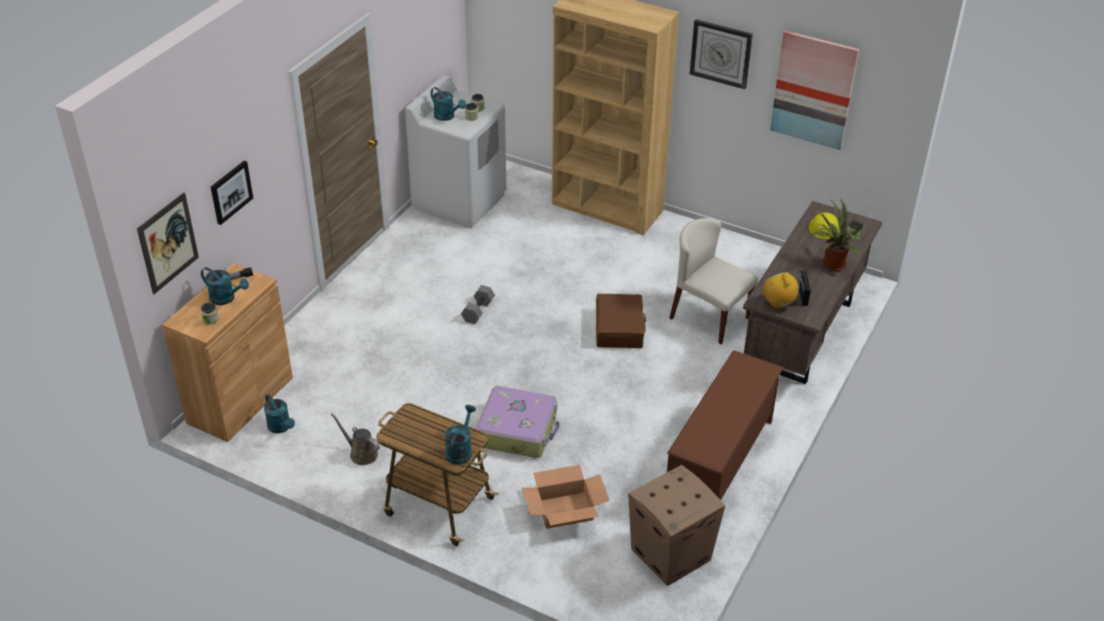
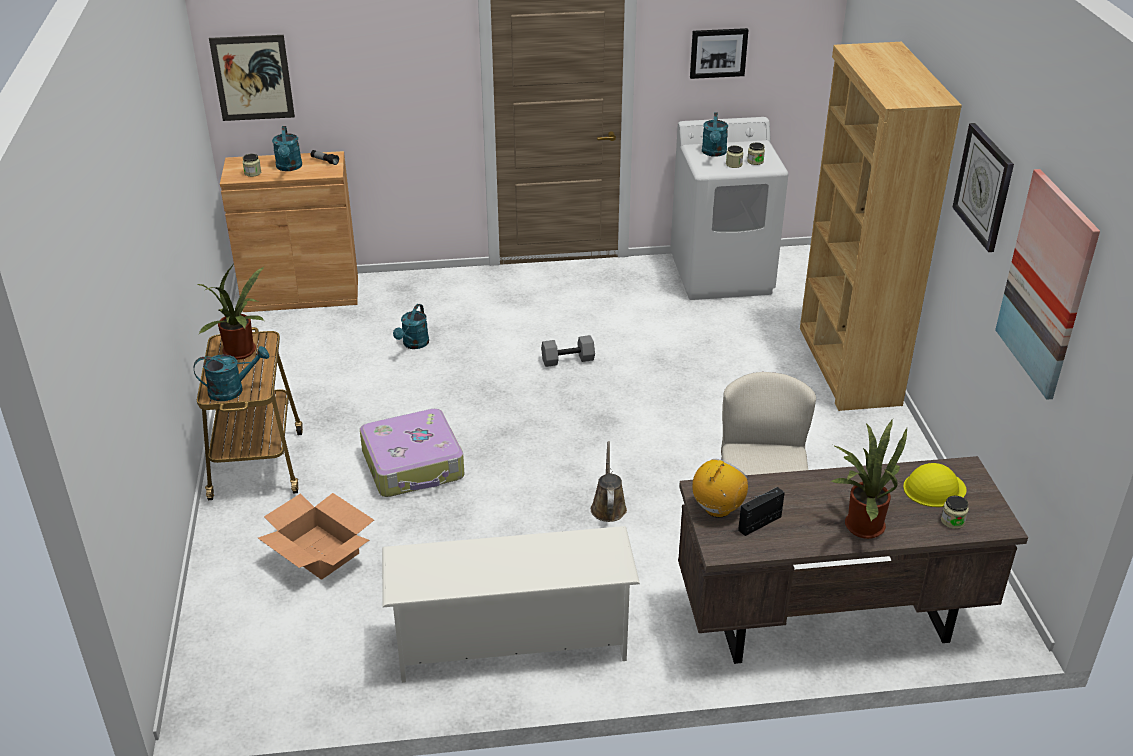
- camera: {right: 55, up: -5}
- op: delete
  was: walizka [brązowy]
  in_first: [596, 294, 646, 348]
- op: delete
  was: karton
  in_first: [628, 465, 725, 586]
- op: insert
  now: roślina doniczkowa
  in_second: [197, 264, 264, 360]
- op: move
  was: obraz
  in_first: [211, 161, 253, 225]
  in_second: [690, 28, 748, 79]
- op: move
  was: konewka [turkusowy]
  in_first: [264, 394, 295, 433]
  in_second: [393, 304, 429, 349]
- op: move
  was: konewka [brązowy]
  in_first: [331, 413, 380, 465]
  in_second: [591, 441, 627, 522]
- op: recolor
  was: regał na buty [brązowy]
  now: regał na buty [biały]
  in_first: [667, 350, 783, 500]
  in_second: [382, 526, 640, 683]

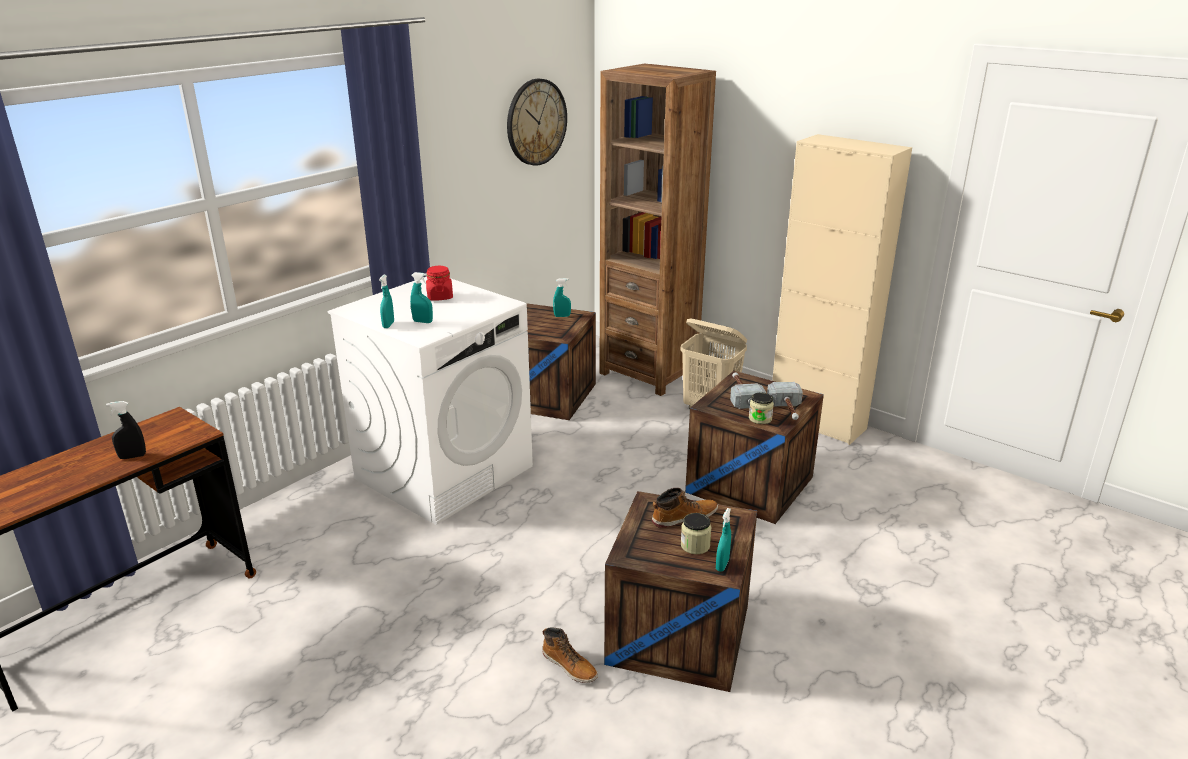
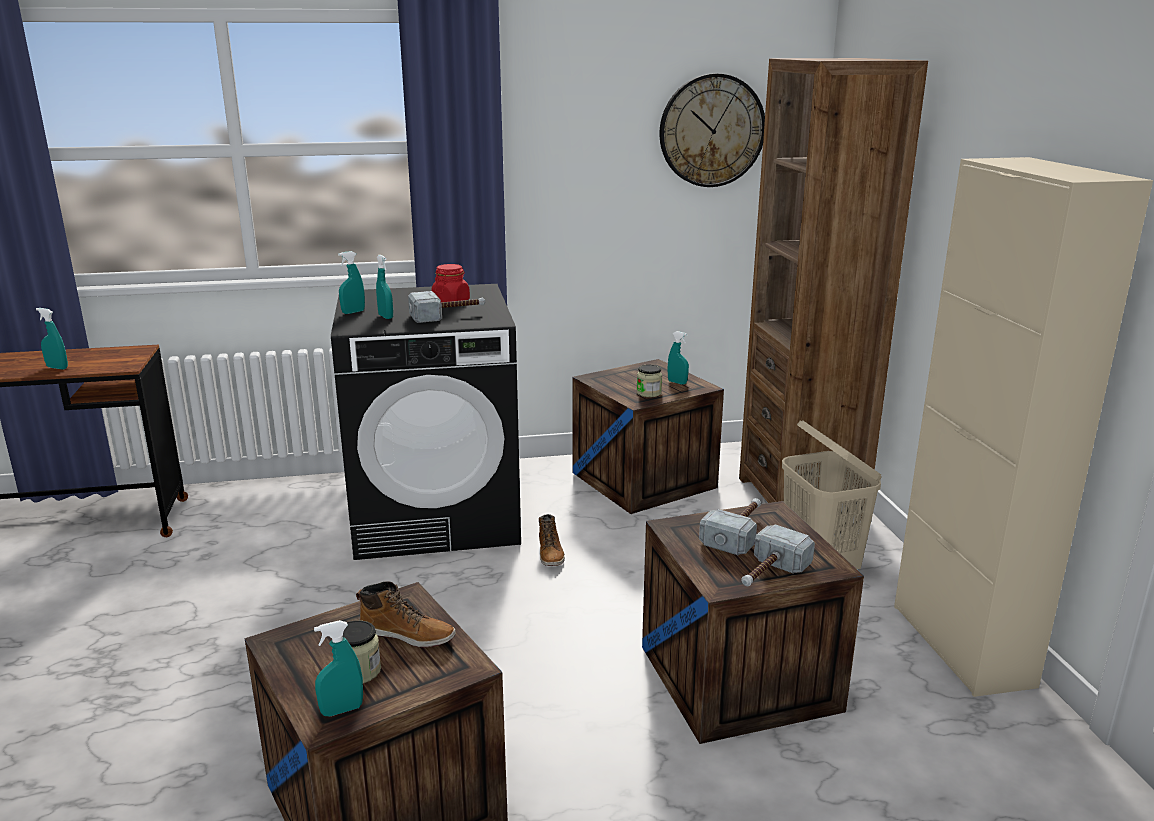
- camera: {right: 40, up: -5}
- op: insert
  now: młotek
  in_second: [408, 291, 485, 323]
- op: move
  was: but z cholewką
  in_first: [542, 627, 598, 683]
  in_second: [539, 514, 565, 566]
- op: move
  was: słoik
  in_first: [749, 393, 774, 424]
  in_second: [636, 365, 662, 397]
- op: recolor
  was: spryskiwacz [czarny]
  now: spryskiwacz [turkusowy]
  in_first: [106, 401, 146, 459]
  in_second: [36, 308, 68, 370]
- op: recolor
  was: pralka [biały]
  now: pralka [czarny]
  in_first: [327, 276, 533, 525]
  in_second: [331, 284, 521, 560]

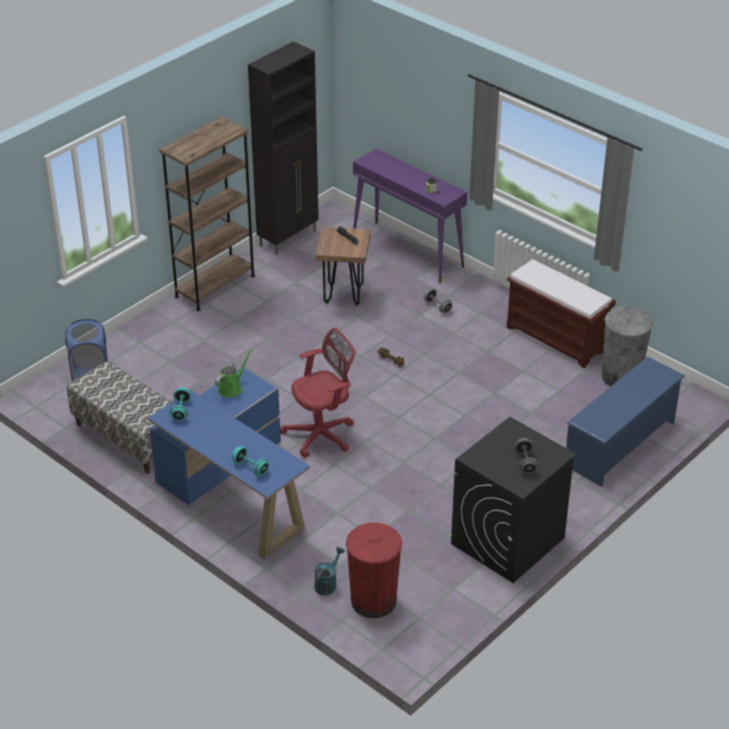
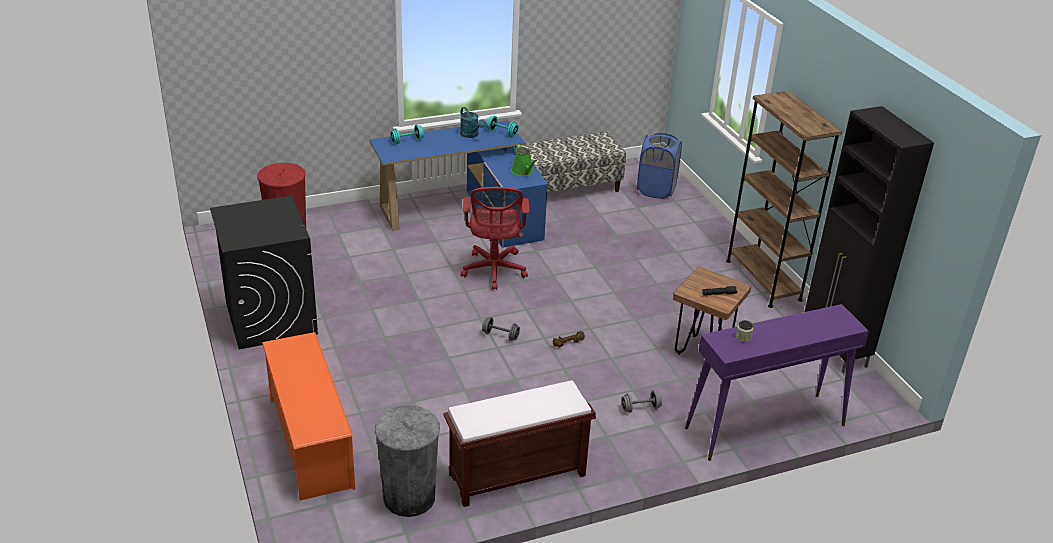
- camera: {right: 115, up: -5}
- op: move
  was: konewka [turkusowy]
  in_first: [314, 547, 345, 595]
  in_second: [460, 107, 486, 138]
- op: move
  was: hantel [szary]
  in_first: [514, 438, 538, 474]
  in_second: [482, 317, 520, 341]
- op: recolor
  was: regał na buty [niebieski]
  now: regał na buty [pomarańczowy]
  in_first: [566, 356, 685, 487]
  in_second: [262, 332, 356, 501]

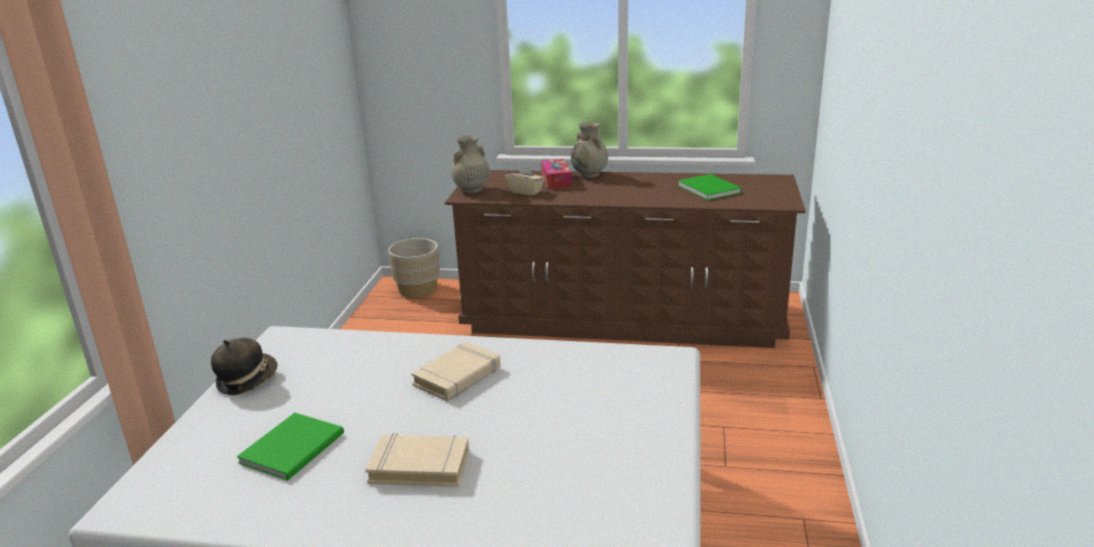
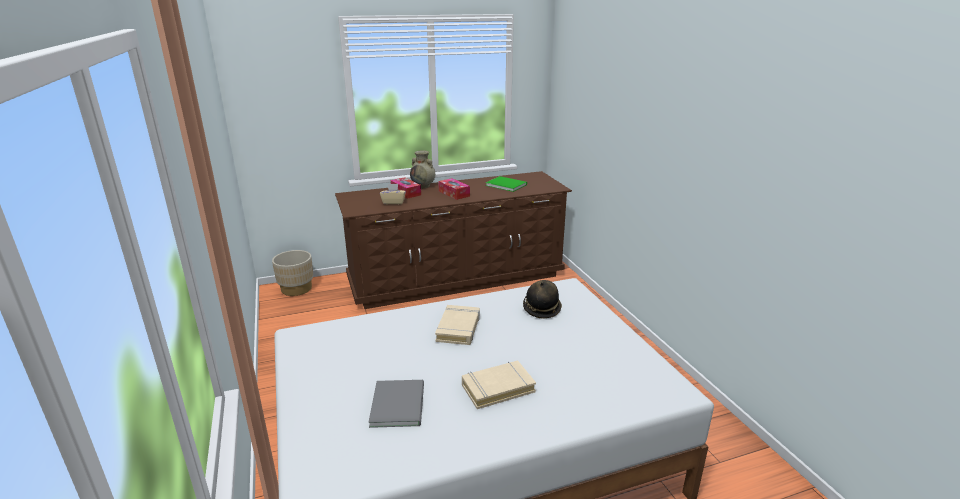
- camera: {right: -30, up: 0}
- op: delete
  was: wazon [beżowy]
  in_first: [451, 136, 490, 193]
- op: insert
  now: pudełko chusteczek
  in_second: [438, 178, 470, 200]
- op: move
  was: kapelusz
  in_first: [211, 338, 277, 395]
  in_second: [523, 280, 562, 318]
- op: recolor
  was: książka [zielony]
  now: książka [szary]
  in_first: [237, 413, 344, 481]
  in_second: [368, 380, 424, 428]

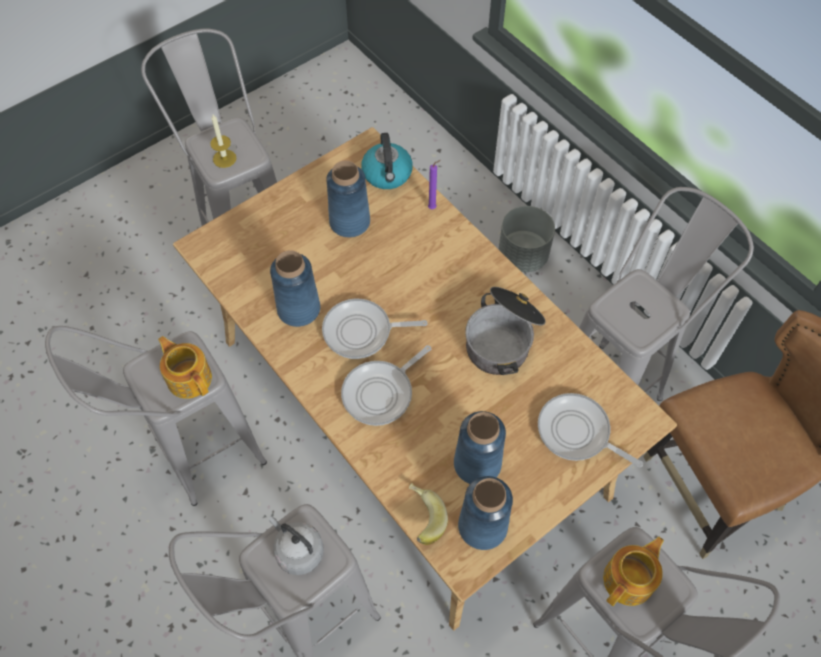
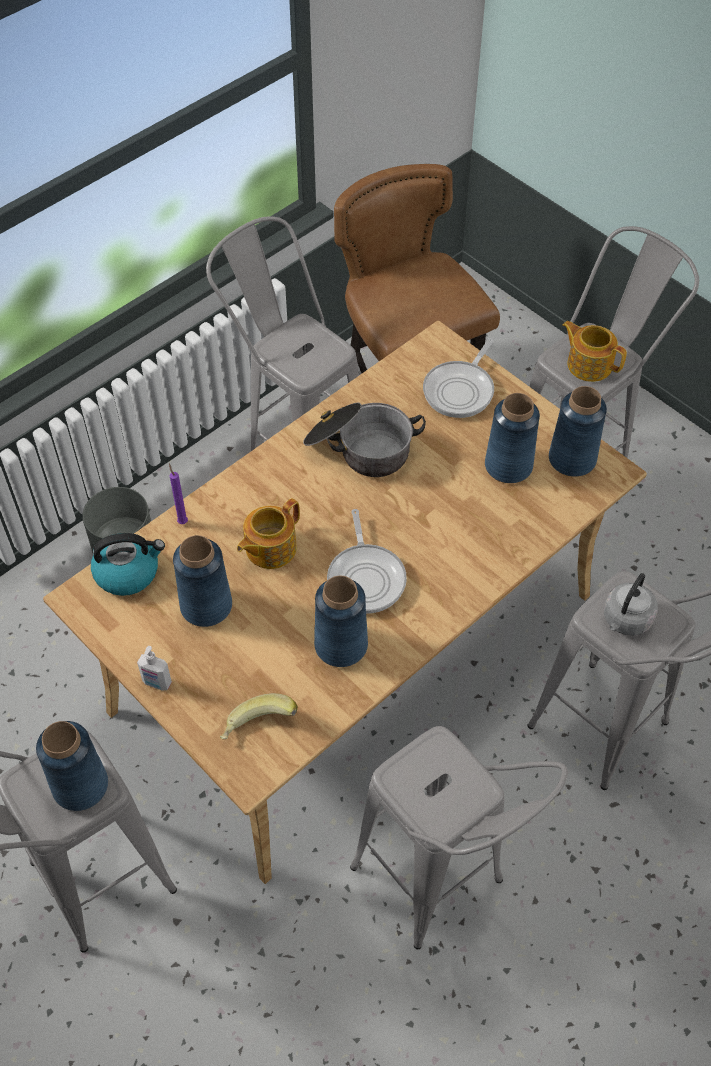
- camera: {right: -95, up: -5}
- op: delete
  was: patelnia
  in_first: [341, 345, 431, 426]
- op: insert
  now: dozownik mydła
  in_second: [137, 646, 172, 691]
- op: move
  was: imbryk
  in_first: [158, 336, 212, 399]
  in_second: [237, 498, 300, 569]
- op: move
  was: banan
  in_first: [409, 483, 448, 545]
  in_second: [220, 693, 298, 739]
- op: replace
  was: świeca
  now: wazon [niebieski]
  in_first: [210, 115, 236, 168]
  in_second: [36, 721, 108, 811]

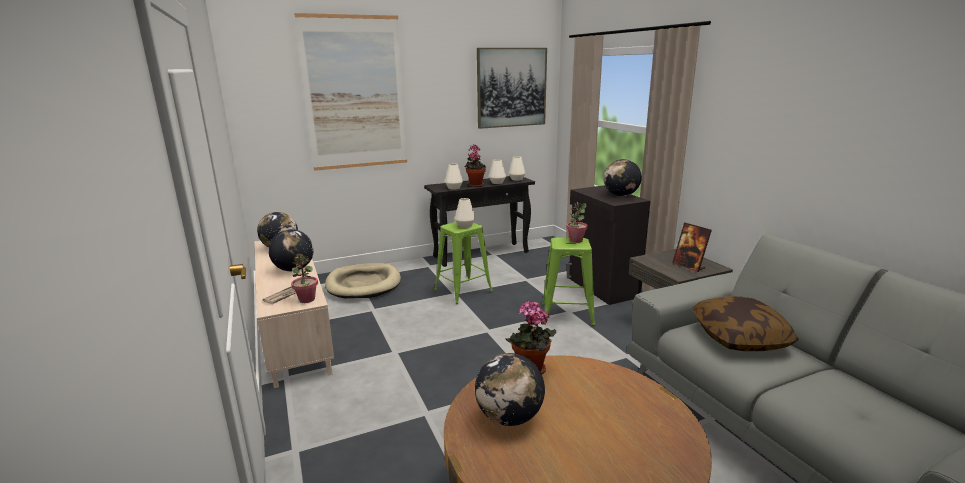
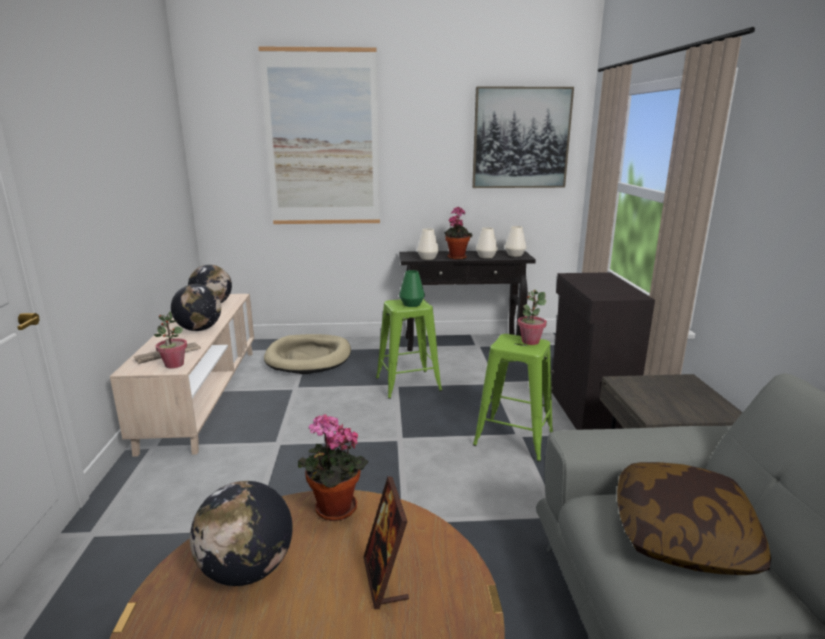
- camera: {right: 20, up: 0}
- op: delete
  was: globus
  in_first: [604, 159, 642, 196]
- op: move
  was: ramka na zdjęcie
  in_first: [672, 222, 712, 272]
  in_second: [364, 476, 409, 609]
- op: recolor
  was: wazon [biały]
  now: wazon [zielony]
  in_first: [455, 198, 475, 228]
  in_second: [399, 270, 425, 307]

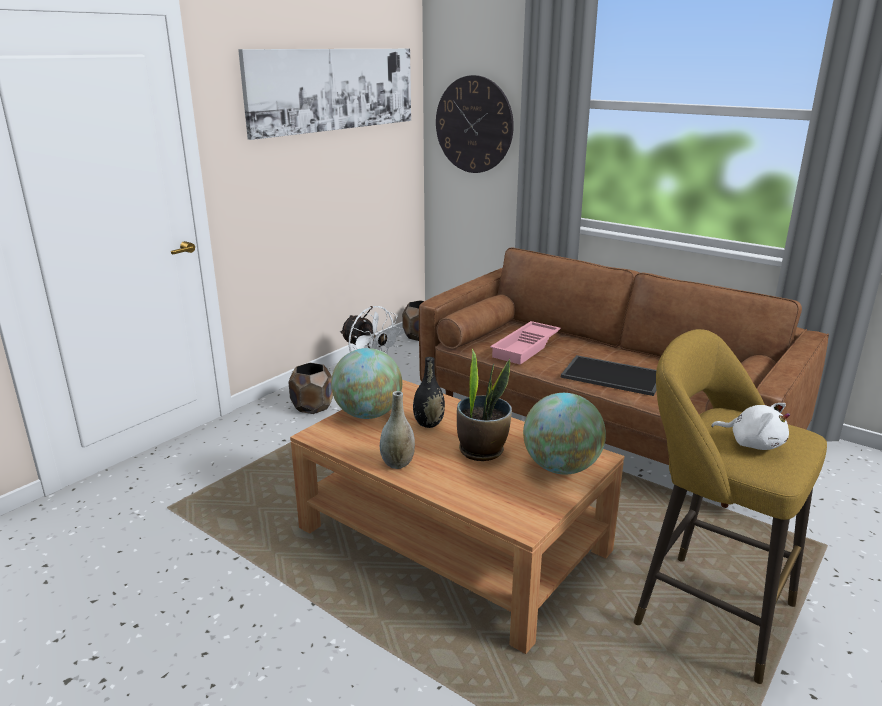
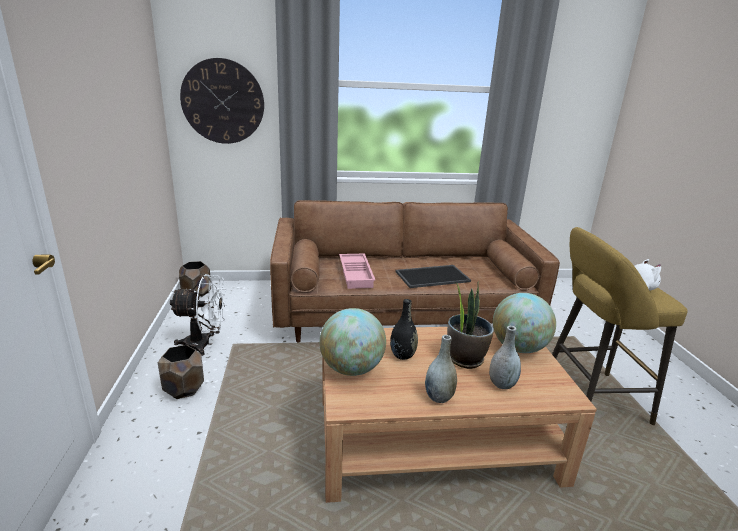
- camera: {right: -45, up: 0}
- op: delete
  was: obraz
  in_first: [238, 49, 411, 140]
- op: insert
  now: wazon [szary]
  in_second: [489, 326, 521, 389]

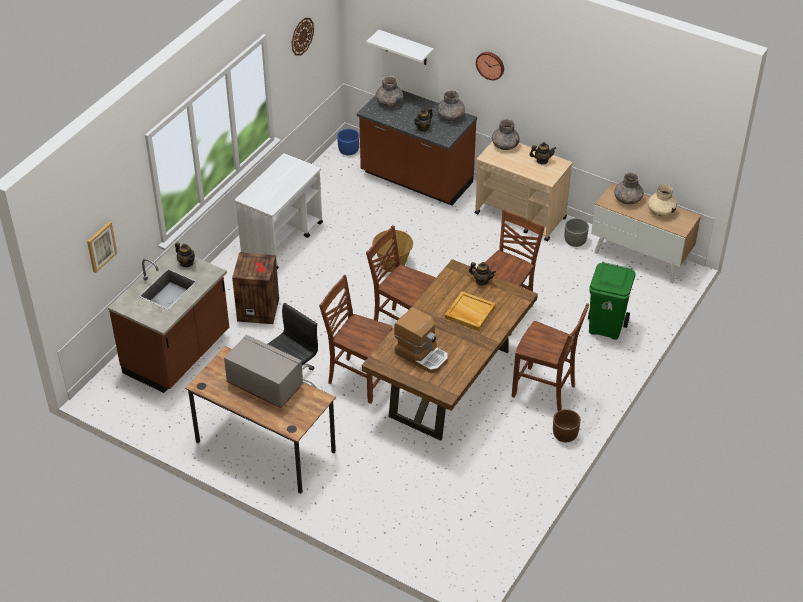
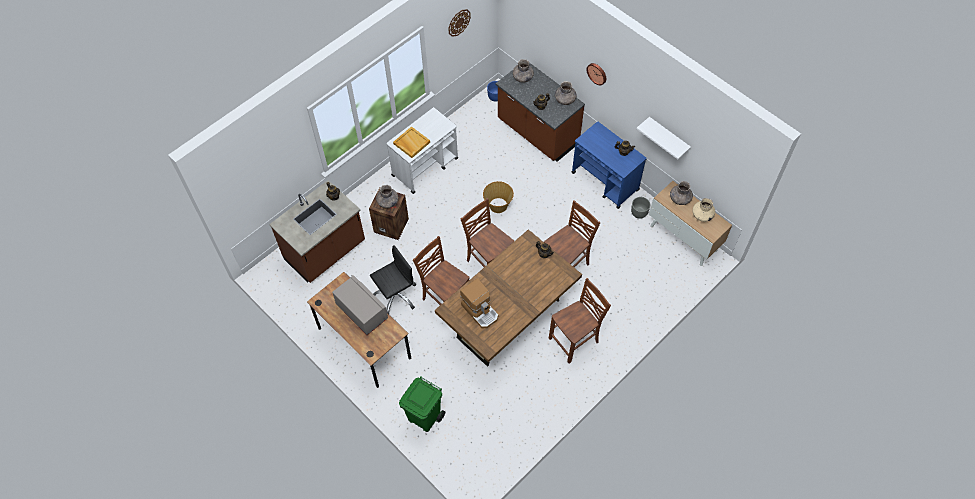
- camera: {right: 15, up: 15}
- op: delete
  was: obraz
  in_first: [87, 222, 117, 273]
- op: delete
  was: donica [brązowy]
  in_first: [553, 409, 581, 442]
- op: move
  was: półka [biały]
  in_first: [366, 30, 434, 65]
  in_second: [636, 117, 691, 159]
- op: move
  was: taca [beżowy]
  in_first: [445, 291, 496, 331]
  in_second: [393, 126, 430, 158]
- op: move
  was: wazon [szary]
  in_first: [492, 119, 520, 150]
  in_second: [376, 185, 398, 208]
- op: move
  was: kosz na śmieci [zielony]
  in_first: [588, 262, 635, 340]
  in_second: [399, 376, 445, 432]
- op: recolor
  was: wózek [beżowy]
  now: wózek [niebieski]
  in_first: [475, 142, 572, 241]
  in_second: [571, 121, 647, 209]
- op: rotate
  was: krzesło [brązowy]
  in_first: [512, 303, 589, 411]
  in_second: [549, 278, 611, 364]
  clockwise: -75

